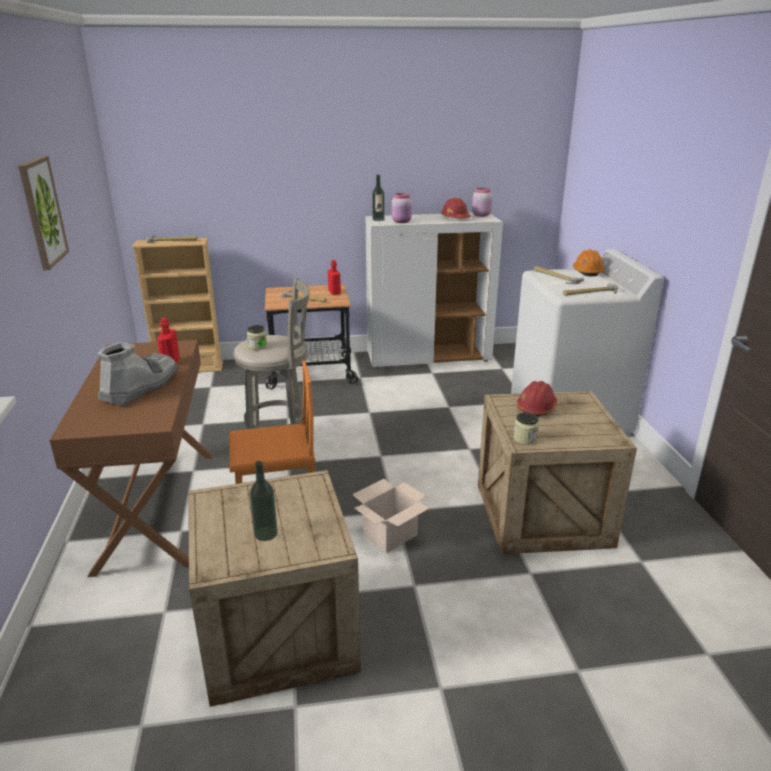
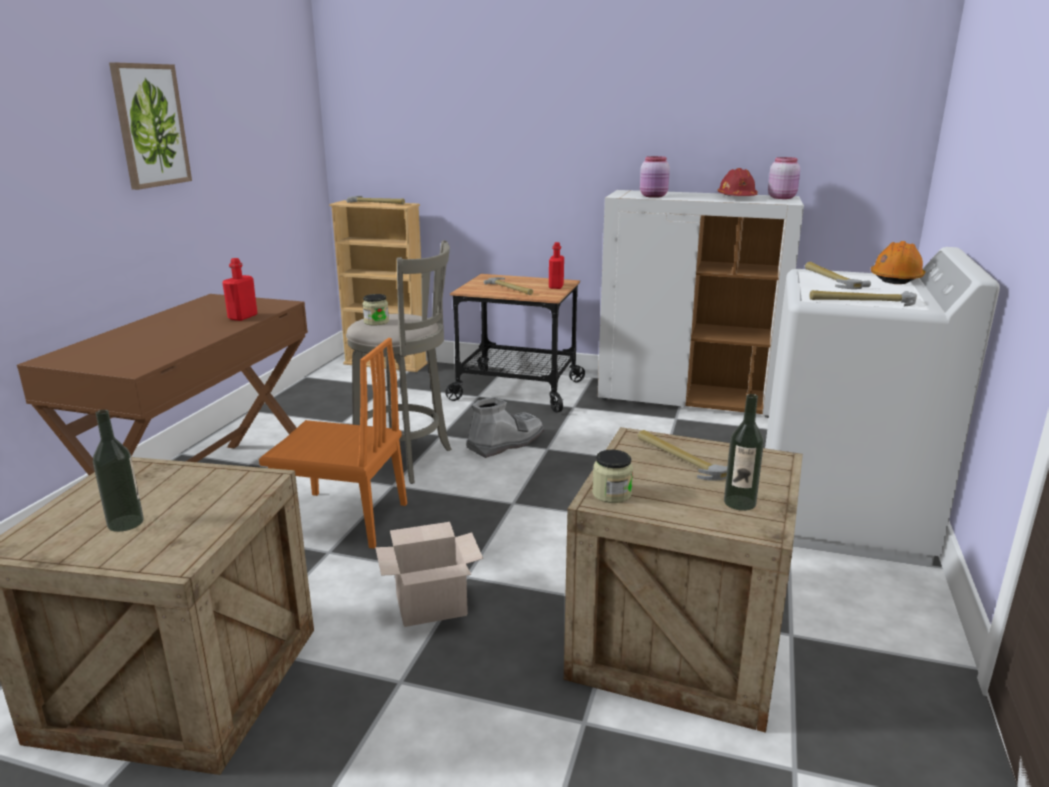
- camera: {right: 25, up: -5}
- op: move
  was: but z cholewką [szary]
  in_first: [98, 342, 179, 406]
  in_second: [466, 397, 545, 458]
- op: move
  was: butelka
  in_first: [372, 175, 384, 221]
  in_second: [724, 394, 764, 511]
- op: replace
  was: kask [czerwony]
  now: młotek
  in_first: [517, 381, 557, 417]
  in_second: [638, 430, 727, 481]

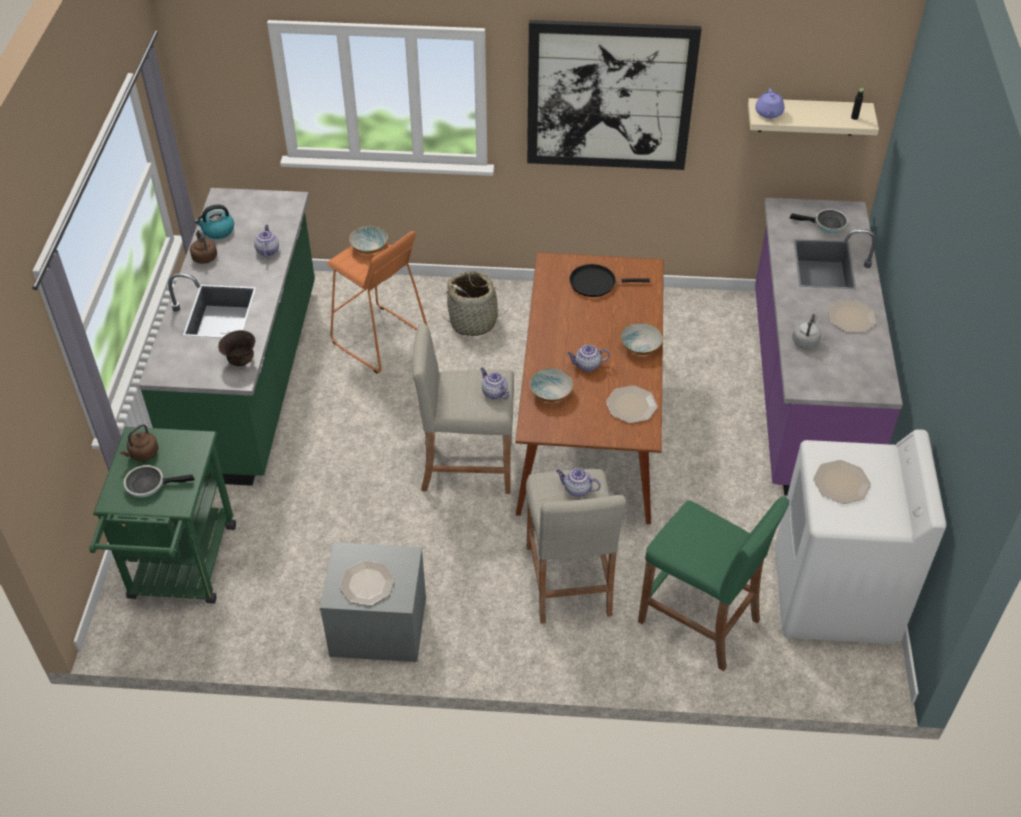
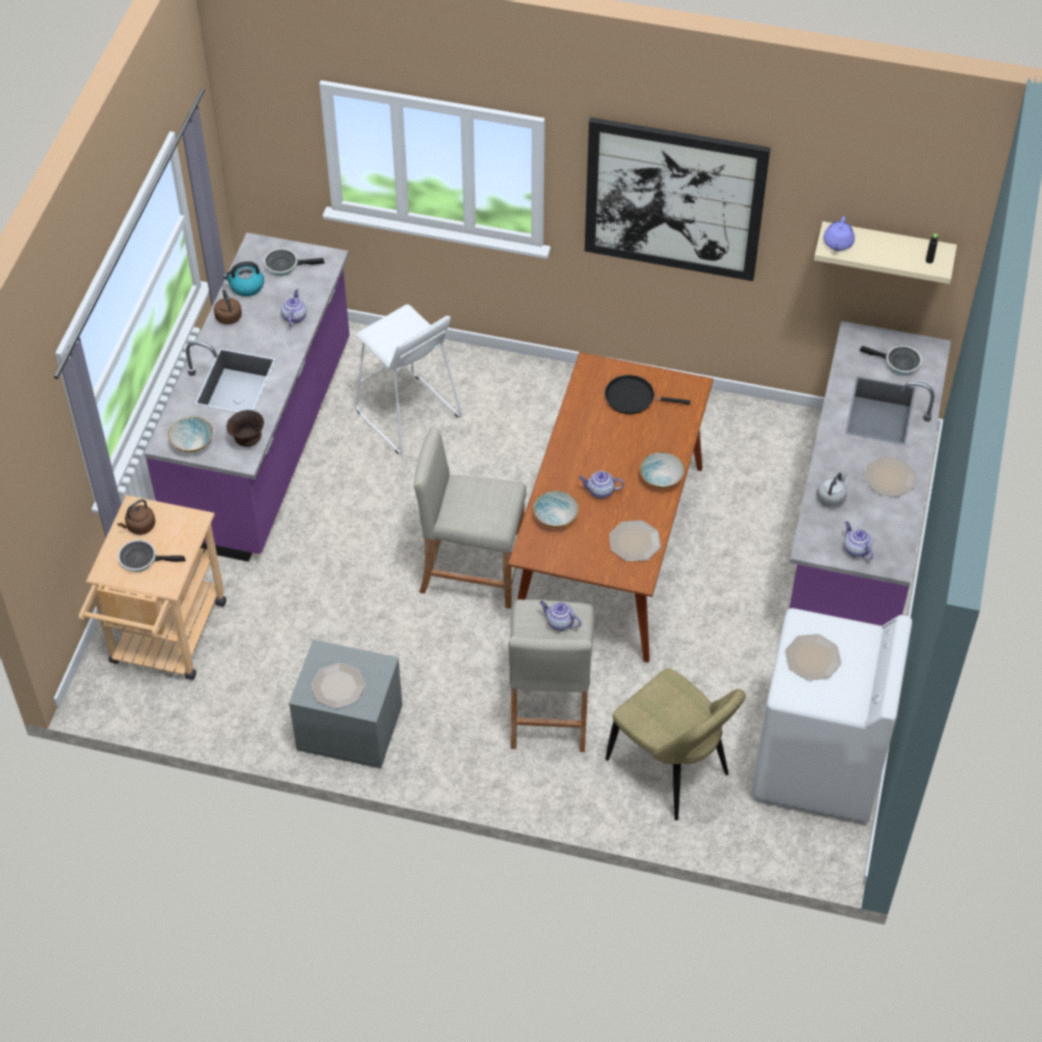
- camera: {right: 10, up: 5}
- op: delete
  was: koszyk
  in_first: [443, 271, 509, 336]
- op: insert
  now: patelnia
  in_second: [264, 248, 325, 276]
- op: move
  was: miska
  in_first: [349, 226, 388, 254]
  in_second: [168, 417, 213, 452]
- op: move
  was: imbryk
  in_first: [480, 368, 509, 399]
  in_second: [844, 521, 873, 560]
- op: replace
  was: stołek [zielony]
  now: krzesło [beżowy]
  in_first: [638, 496, 789, 671]
  in_second: [605, 668, 746, 821]
- op: recolor
  was: wózek [zielony]
  now: wózek [beżowy]
  in_first: [90, 427, 236, 604]
  in_second: [79, 495, 226, 680]
- op: recolor
  was: zabudowa kuchenna [zielony]
  now: zabudowa kuchenna [fioletowy]
  in_first: [139, 188, 315, 486]
  in_second: [144, 233, 350, 562]
- op: recolor
  was: stołek [pomarańczowy]
  now: stołek [biały]
  in_first: [327, 231, 428, 373]
  in_second: [356, 304, 462, 454]

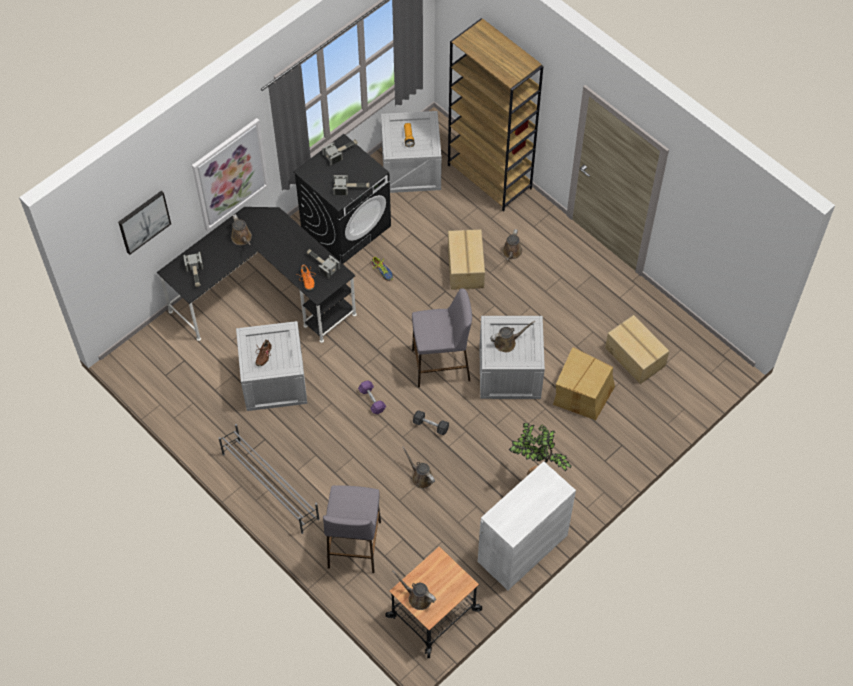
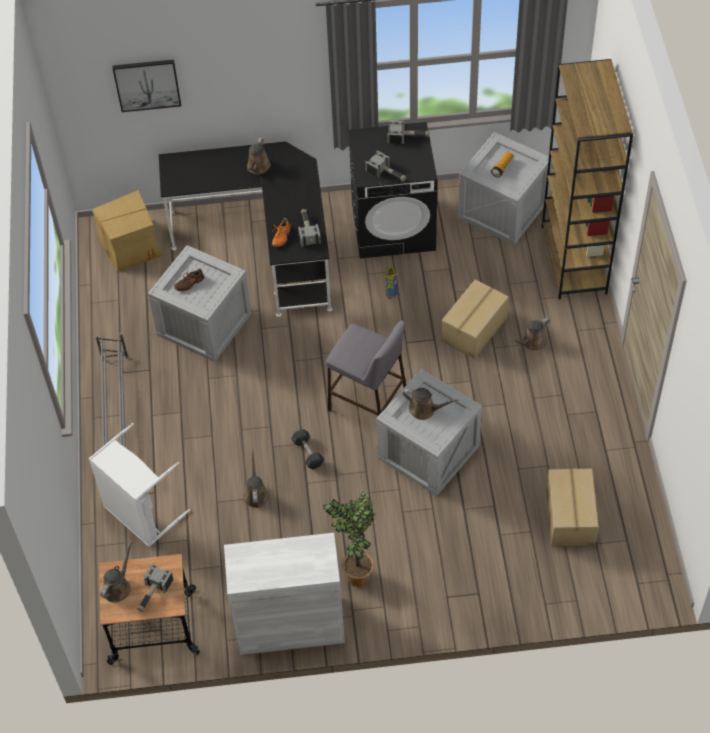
- camera: {right: 40, up: -5}
- op: delete
  was: obraz
  in_first: [192, 118, 269, 231]
- op: delete
  was: hantel [fioletowy]
  in_first: [358, 380, 386, 414]
- op: move
  was: młotek
  in_first: [183, 252, 203, 287]
  in_second: [137, 563, 173, 612]
- op: move
  was: karton
  in_first: [553, 347, 615, 420]
  in_second: [92, 190, 163, 271]
- op: replace
  was: stołek [szary]
  now: kosz na pranie [biały]
  in_first: [323, 485, 381, 573]
  in_second: [89, 423, 190, 547]
- op: rotate
  was: konewka [brązowy]
  in_first: [392, 570, 436, 610]
  in_second: [100, 541, 133, 603]
  clockwise: 45

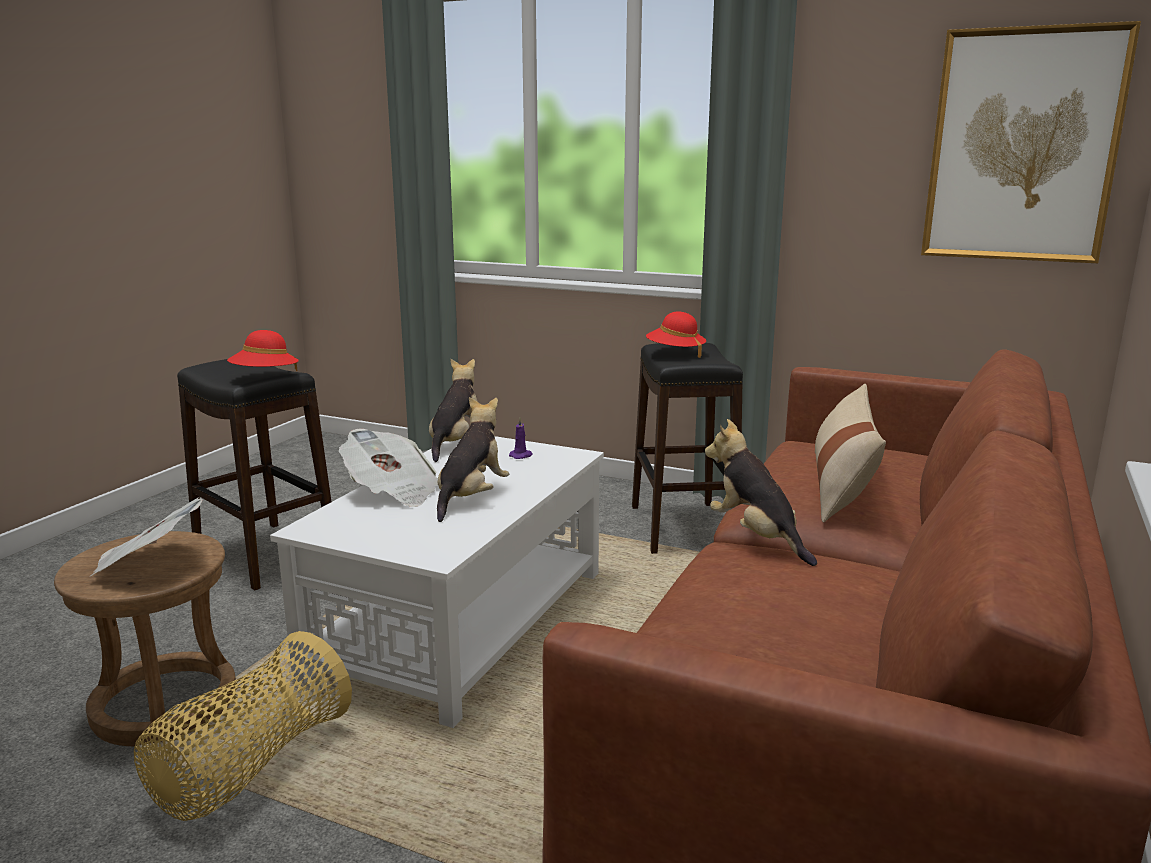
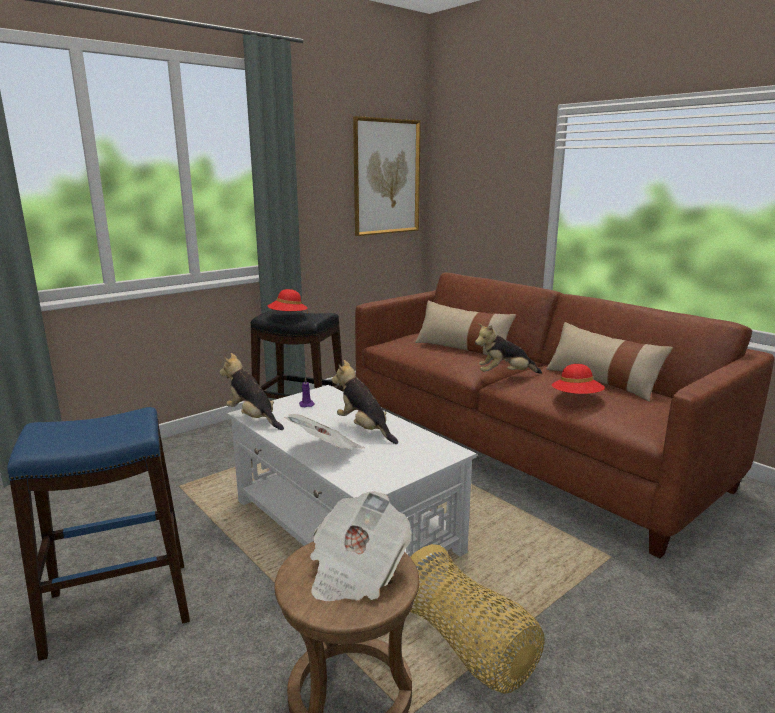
- camera: {right: -65, up: 0}
- op: insert
  now: poduszka [beżowy]
  in_second: [546, 322, 673, 402]
- op: move
  was: kapelusz [czerwony]
  in_first: [227, 330, 299, 371]
  in_second: [552, 364, 605, 394]
- op: recolor
  was: stołek [czarny]
  now: stołek [niebieski]
  in_first: [177, 359, 331, 591]
  in_second: [7, 407, 190, 661]

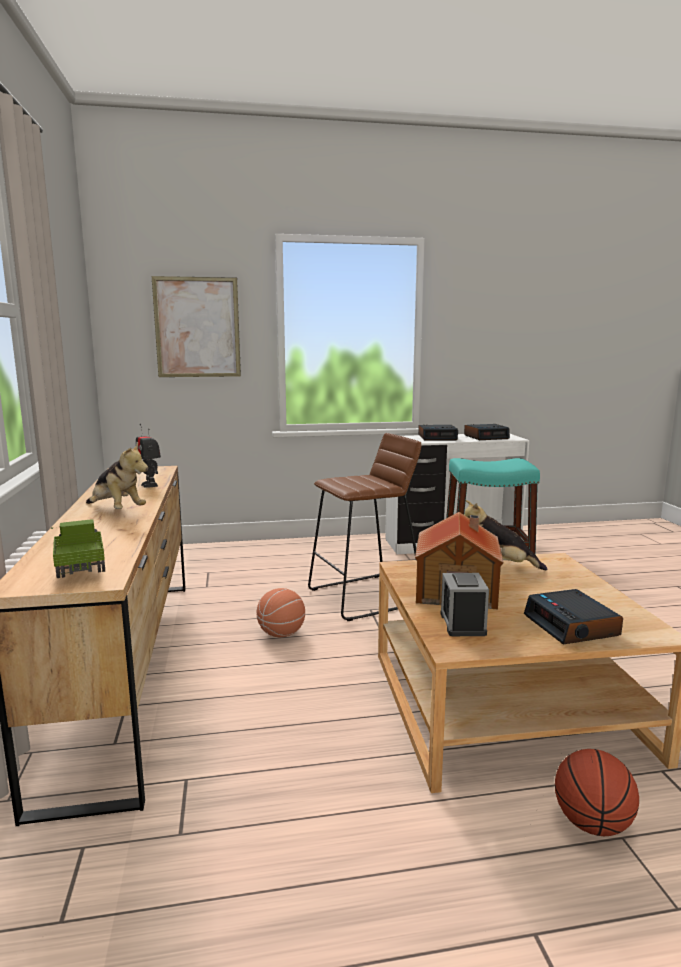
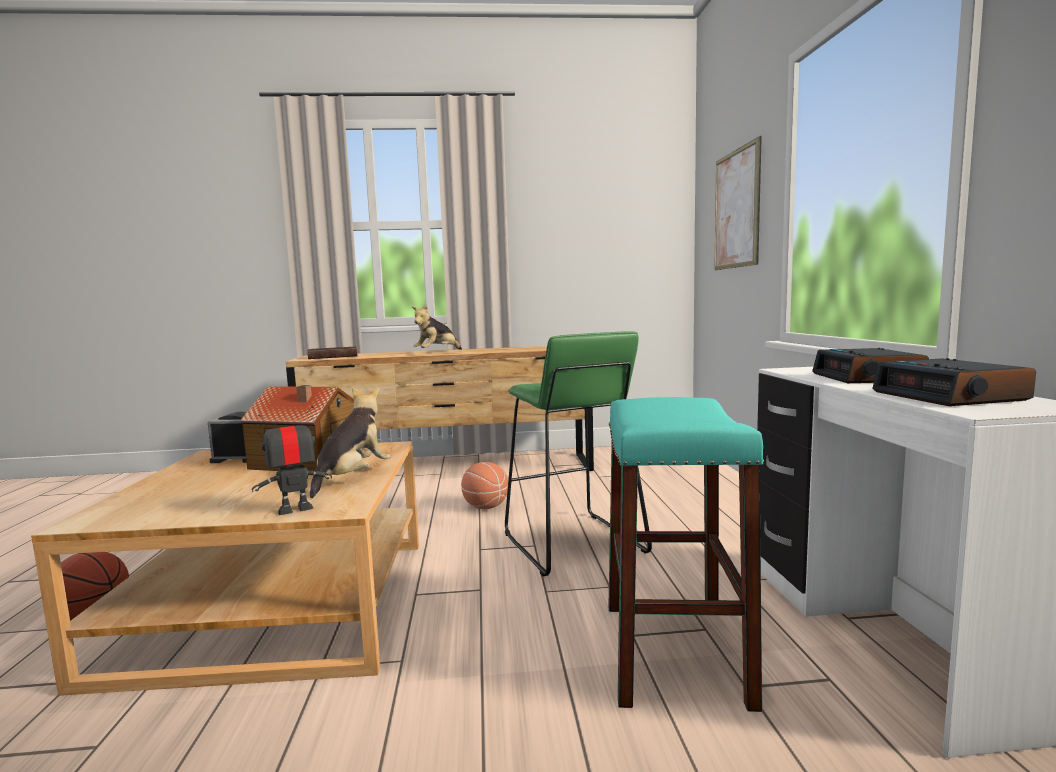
- camera: {right: 95, up: -5}
- op: delete
  was: budzik
  in_first: [524, 589, 623, 645]
- op: move
  was: robot zabawkowy
  in_first: [135, 424, 161, 488]
  in_second: [252, 406, 332, 515]
- op: replace
  was: ciężarówka zabawkowa
  now: książka [brązowy]
  in_first: [51, 519, 105, 578]
  in_second: [307, 347, 357, 359]
- op: recolor
  was: stołek [brązowy]
  now: stołek [zielony]
  in_first: [308, 433, 421, 621]
  in_second: [505, 331, 652, 577]

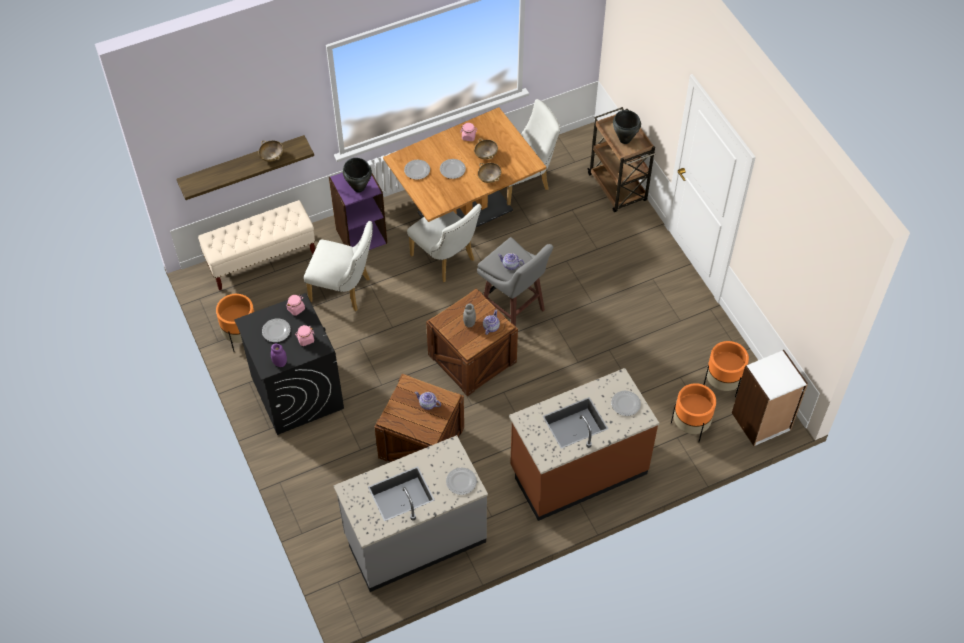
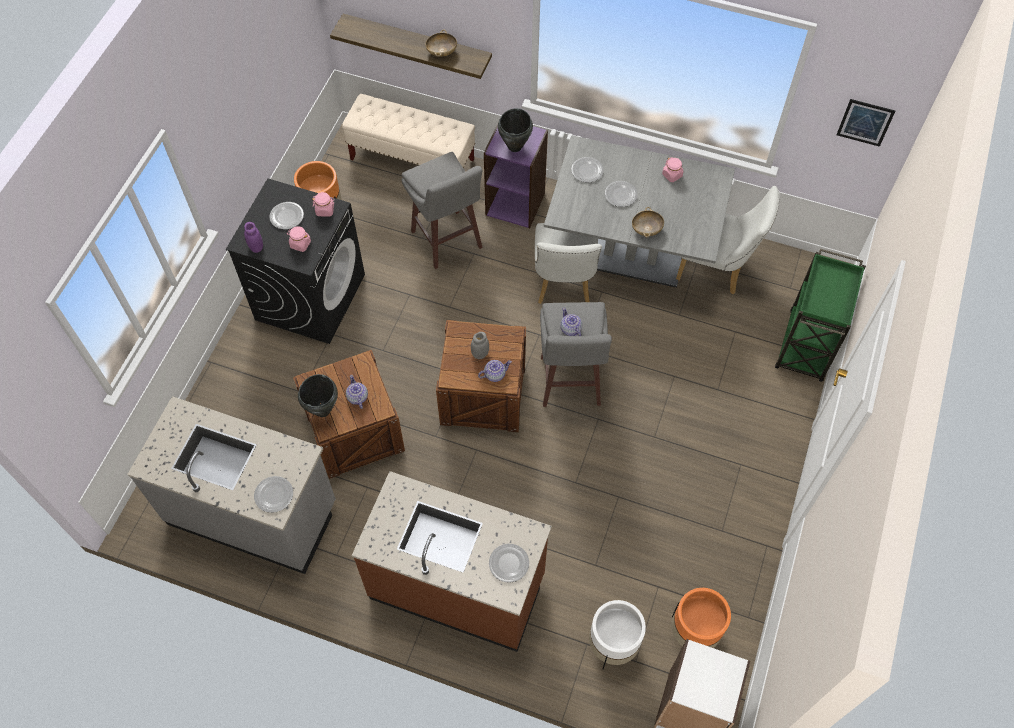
- camera: {right: 45, up: 5}
- op: delete
  was: miska [beżowy]
  in_first: [474, 138, 498, 159]
- op: insert
  now: obraz
  in_second: [836, 99, 896, 147]
- op: move
  was: garnek [czarny]
  in_first: [613, 110, 641, 144]
  in_second: [298, 374, 338, 417]
- op: replace
  was: krzesło [biały]
  now: stołek [szary]
  in_first: [304, 221, 373, 311]
  in_second: [402, 152, 483, 269]
- op: recolor
  was: stół jadalny [brązowy]
  now: stół jadalny [szary]
  in_first: [383, 107, 546, 228]
  in_second: [544, 135, 735, 288]
- op: recolor
  was: wózek [brązowy]
  now: wózek [zielony]
  in_first: [587, 107, 655, 212]
  in_second: [775, 249, 866, 382]
- op: recolor
  was: donica [pomarańczowy]
  now: donica [biały]
  in_first: [671, 383, 716, 442]
  in_second: [589, 600, 646, 670]

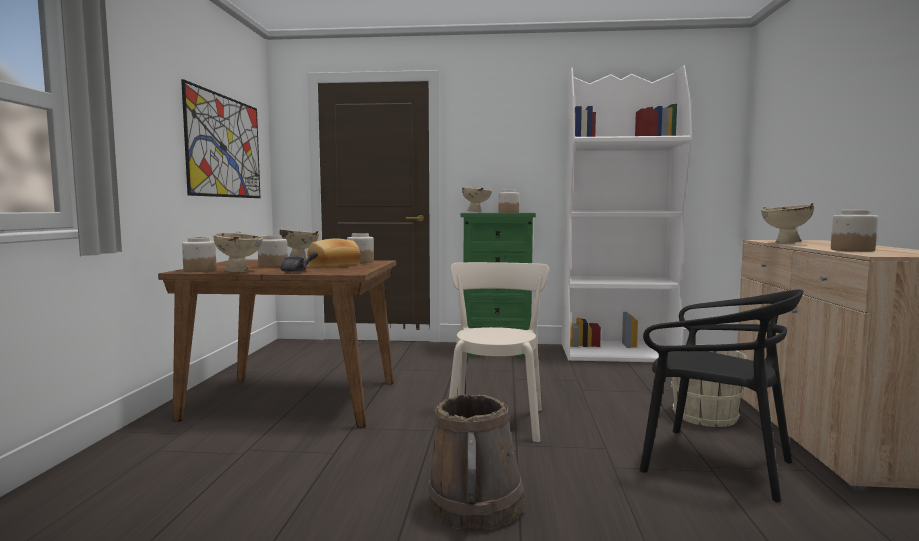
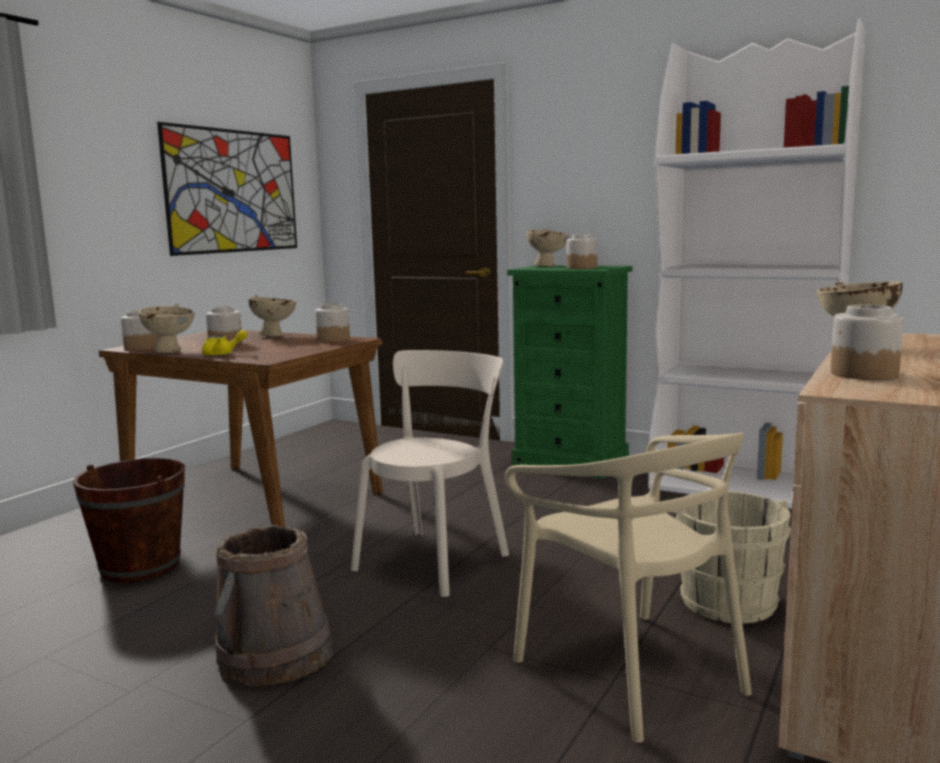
- camera: {right: 25, up: 5}
- op: delete
  was: chleb
  in_first: [307, 238, 360, 268]
- op: insert
  now: wiadro [brązowy]
  in_second: [73, 458, 185, 583]
- op: recolor
  was: imbryk [szary]
  now: imbryk [żółty]
  in_first: [280, 251, 318, 273]
  in_second: [202, 330, 247, 356]
- op: recolor
  was: krzesło [czarny]
  now: krzesło [beżowy]
  in_first: [639, 290, 803, 503]
  in_second: [505, 432, 752, 743]

